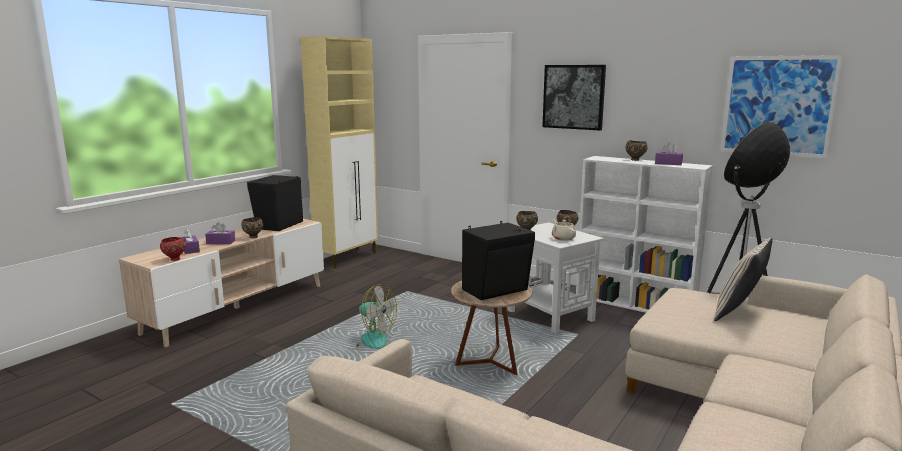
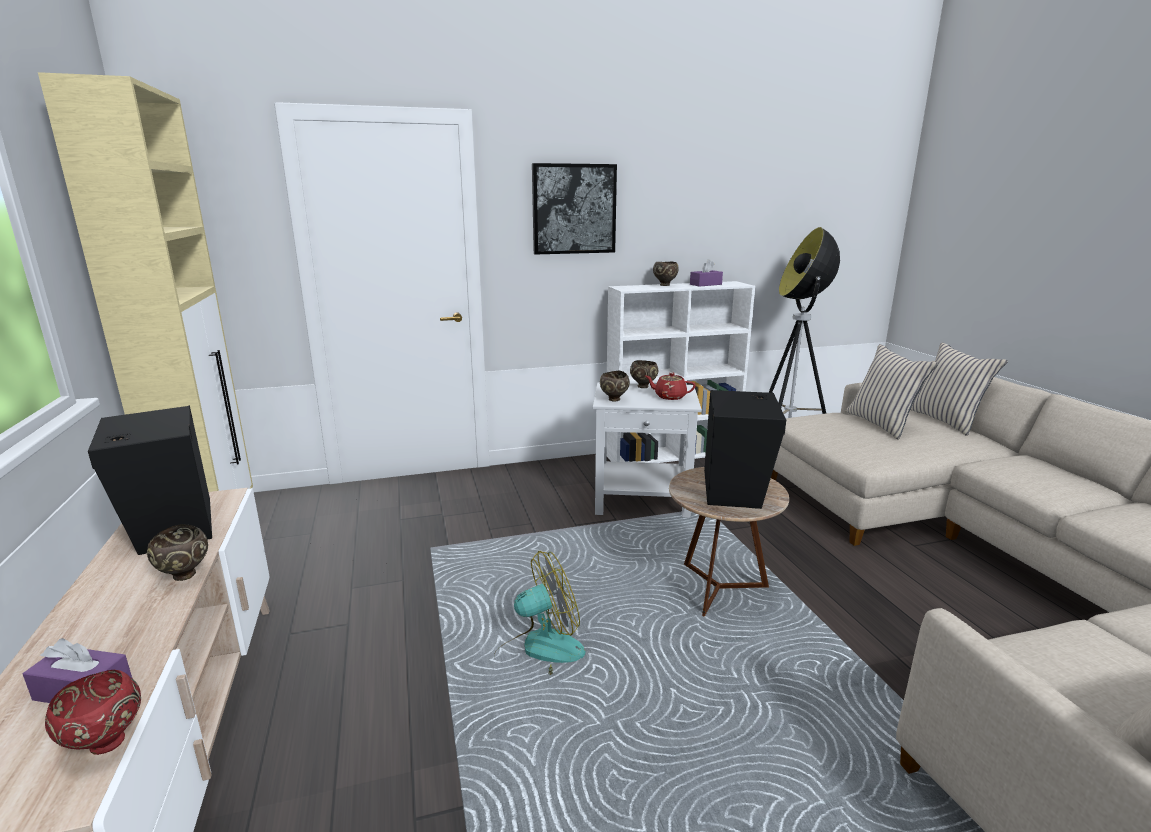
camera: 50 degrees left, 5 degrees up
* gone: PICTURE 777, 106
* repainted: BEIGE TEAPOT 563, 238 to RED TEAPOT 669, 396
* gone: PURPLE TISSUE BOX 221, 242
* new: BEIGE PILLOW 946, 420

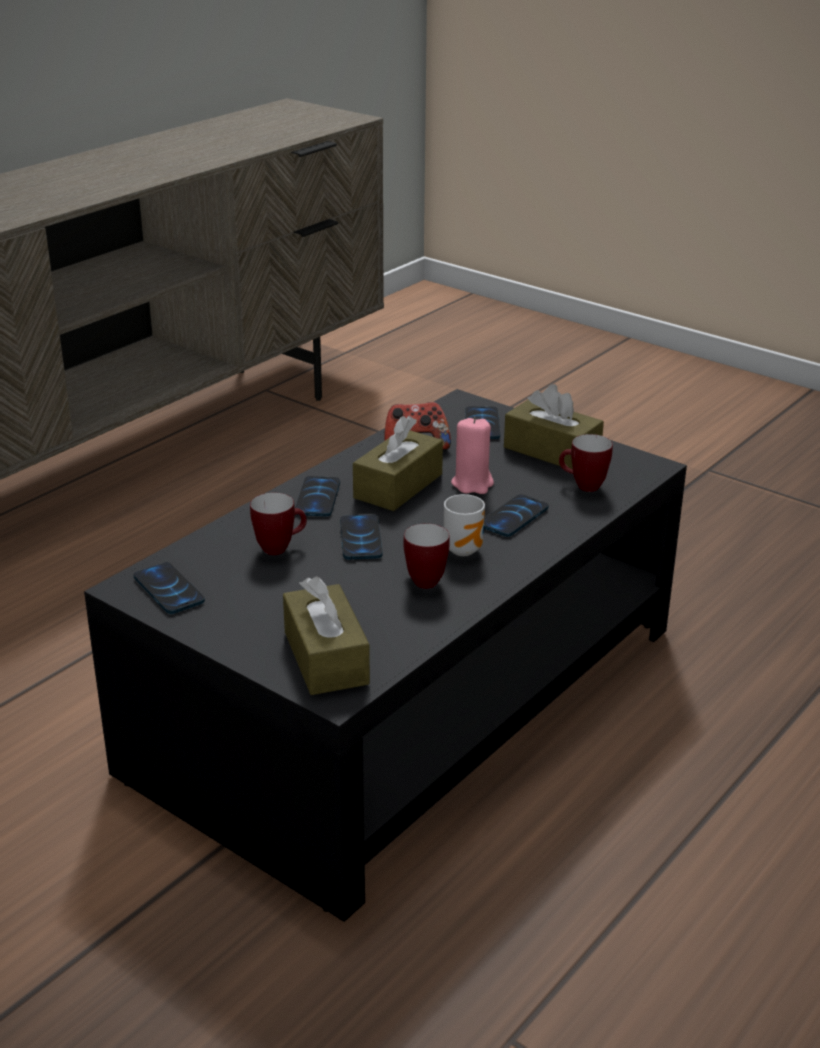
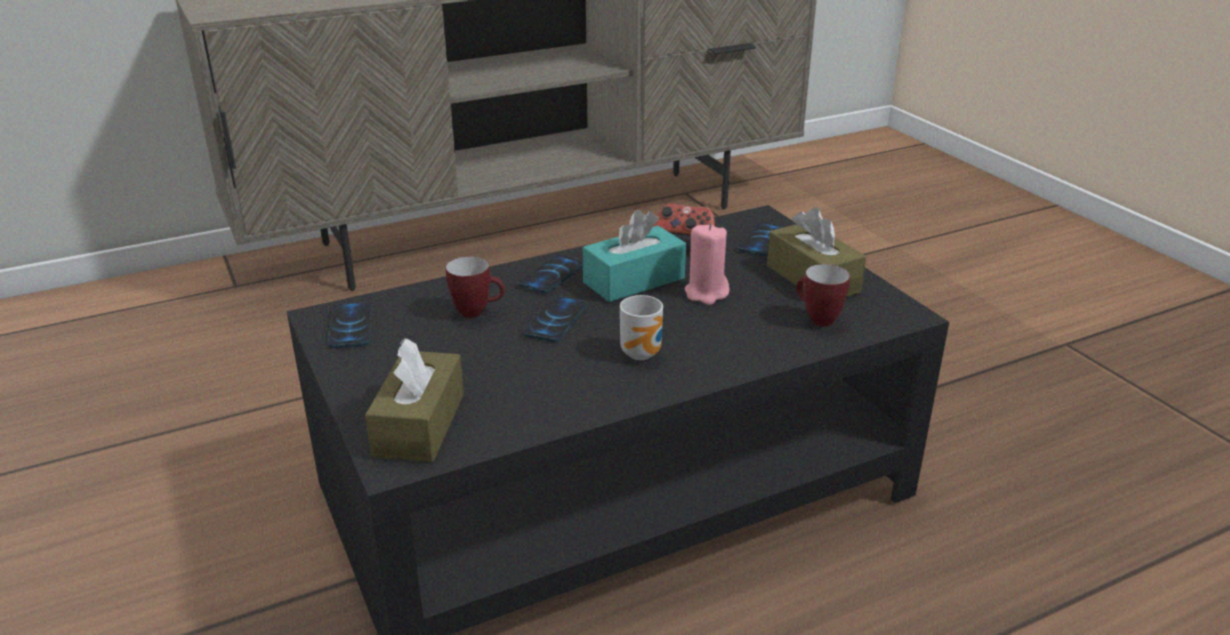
camera: 25 degrees right, 0 degrees up
* repainted: BROWN TISSUE BOX 398, 486 to TURQUOISE TISSUE BOX 634, 280
* gone: PHONE 514, 517
* gone: MUG 421, 580

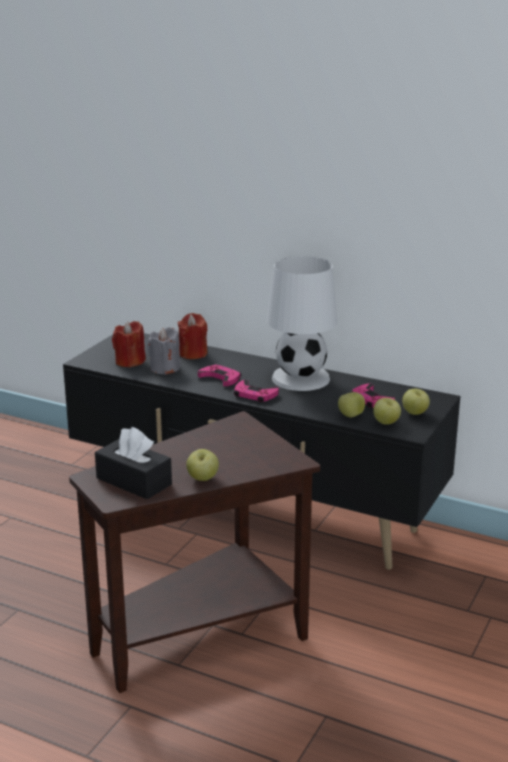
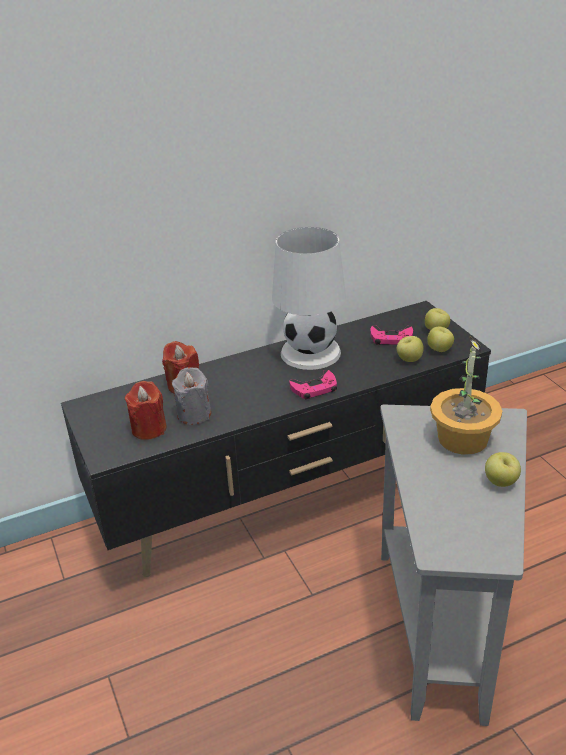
camera: 50 degrees left, 10 degrees up
* gone: PINK GAME CONTROLLER 220, 378
* repainted: BROWN SIDE TABLE 203, 635 to GREY SIDE TABLE 443, 623
* gone: BLACK TISSUE BOX 134, 481
* new: POTTED PLANT 461, 438

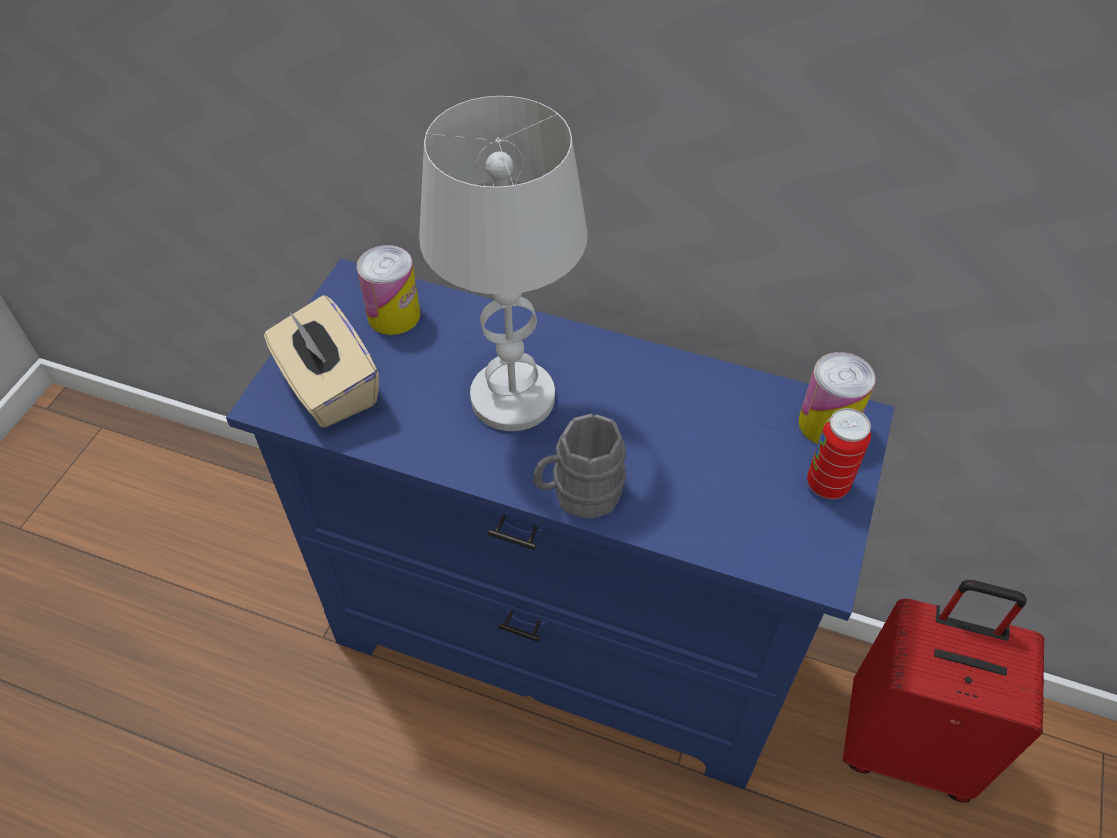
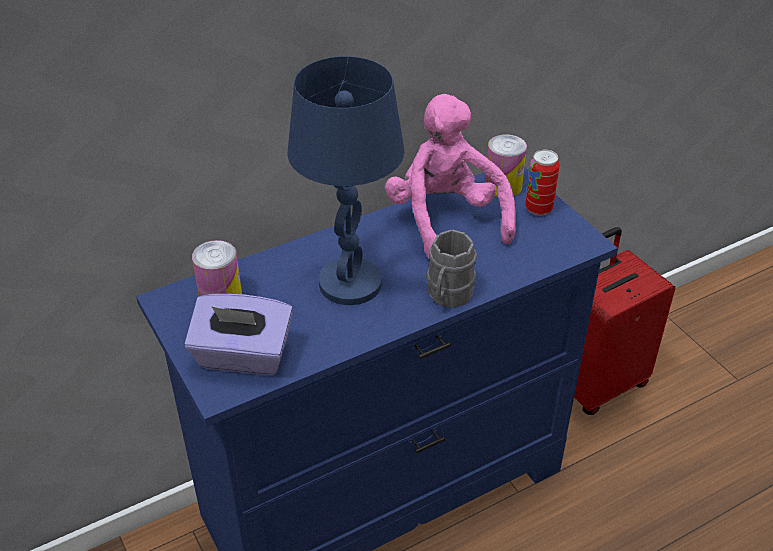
camera: 50 degrees left, 10 degrees down
* repainted: WHITE TABLE LAMP 512, 398 to BLUE TABLE LAMP 350, 284
* repainted: BEIGE TISSUE BOX 328, 387 to PURPLE TISSUE BOX 243, 356
* new: PINK PLUSH TOY 446, 219

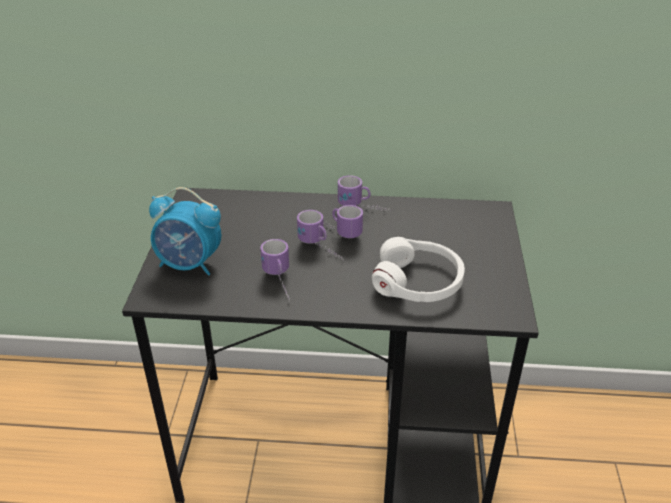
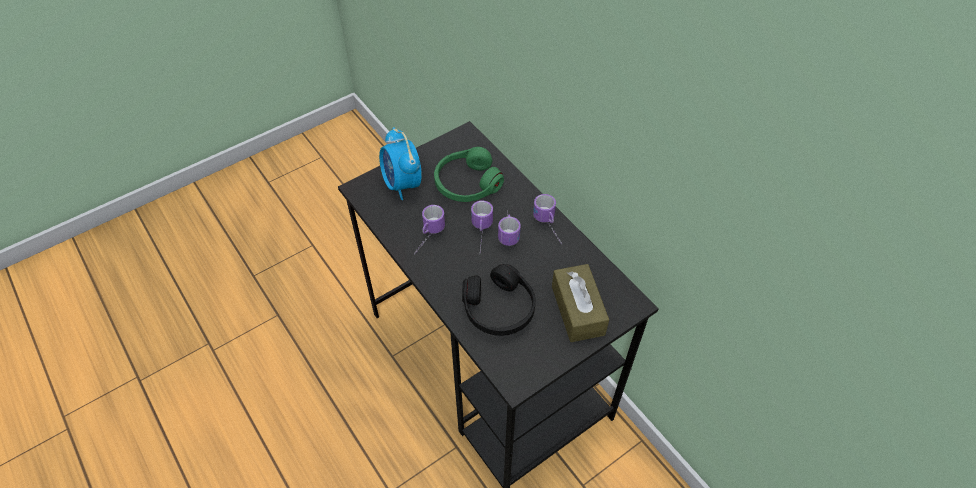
camera: 50 degrees right, 15 degrees up
* repainted: WHITE HEADPHONES 418, 282 to BLACK HEADPHONES 499, 308
* new: GREEN HEADPHONES 467, 183
* new: BROWN TISSUE BOX 577, 310

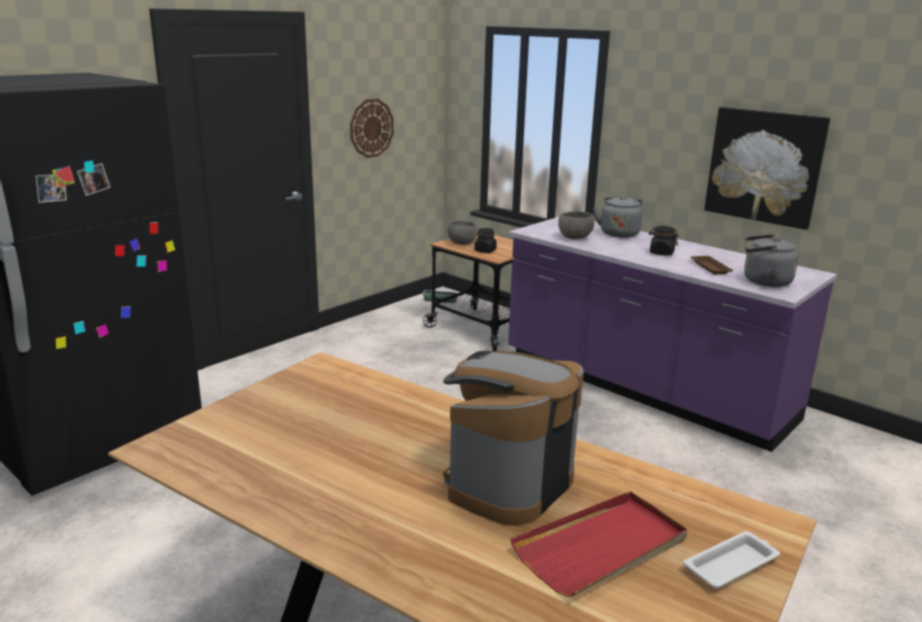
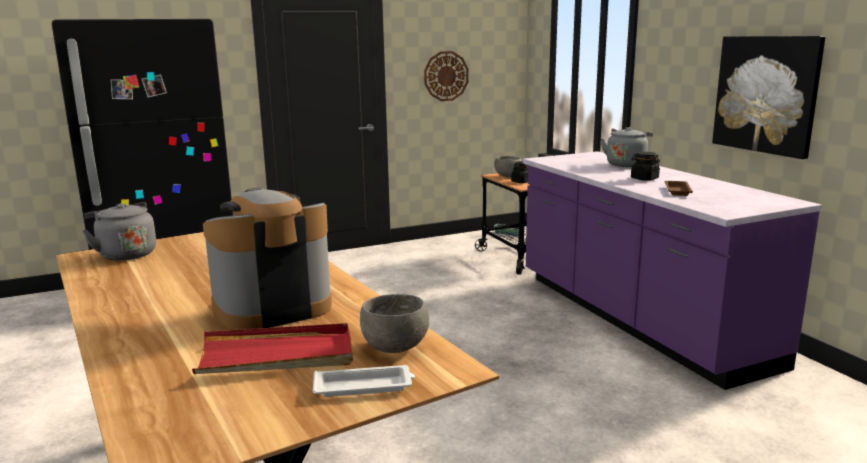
camera: 25 degrees right, 5 degrees down
* shifted: GREY BOWL 575, 238 to 396, 347
* shifted: GREY KETTLE 763, 281 to 125, 254

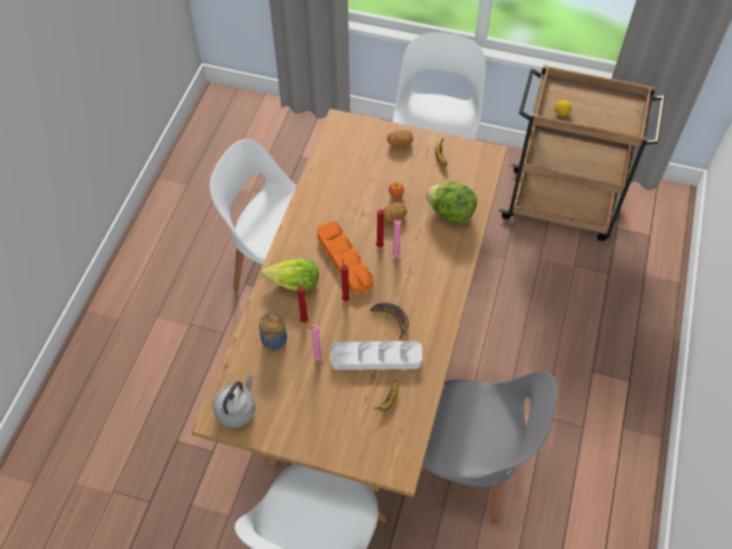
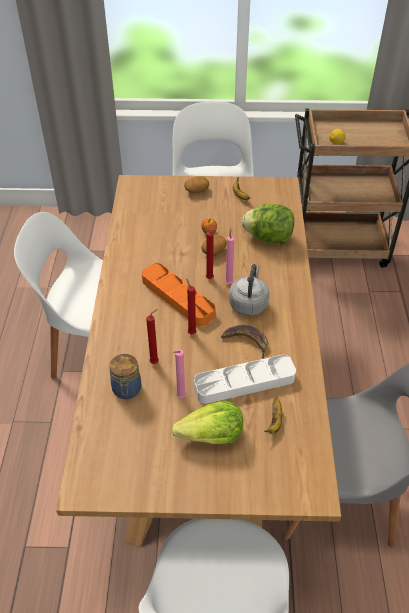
camera: 15 degrees left, 10 degrees down
* shifted: LETTUCE 294, 284 to 211, 436
* shifted: GREY KETTLE 237, 409 to 248, 303

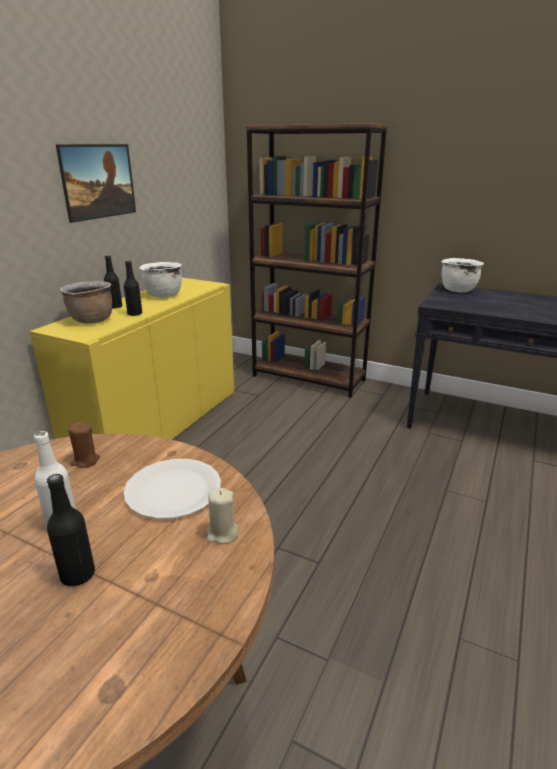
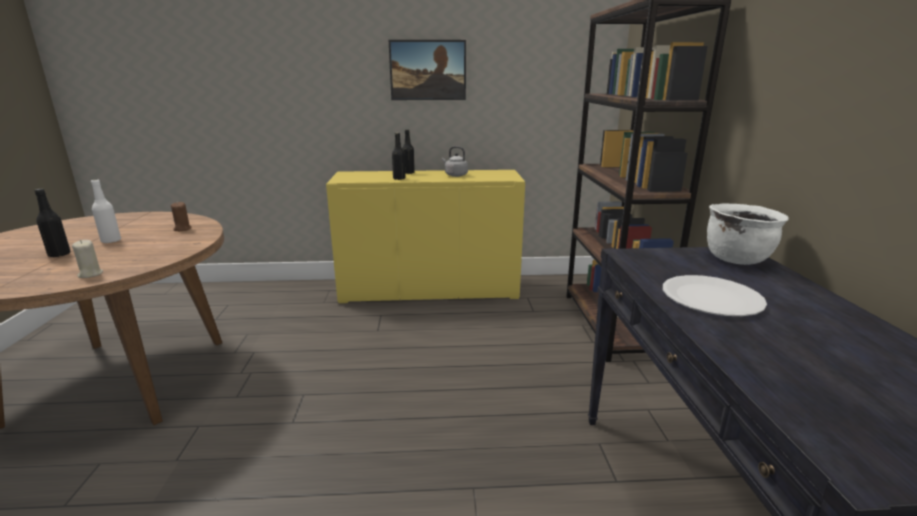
camera: 60 degrees right, 5 degrees down
* swapped: WHITE COOKING POT 163, 295 to GREY KETTLE 455, 175
* gone: BROWN COOKING POT 91, 320
* shifted: WHITE PLATE 173, 490 to 711, 298

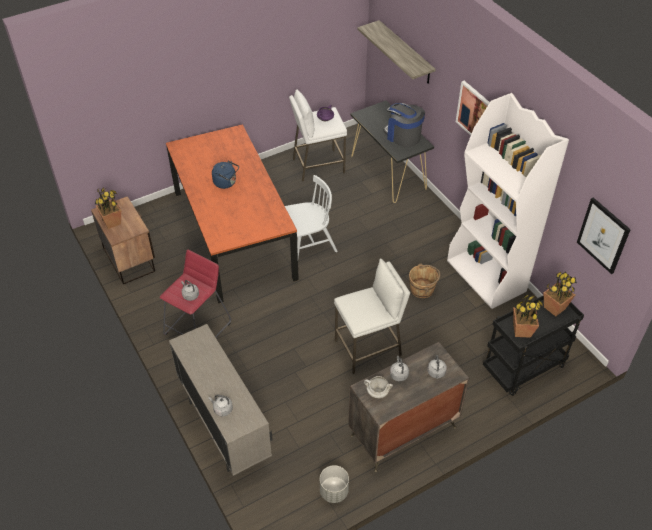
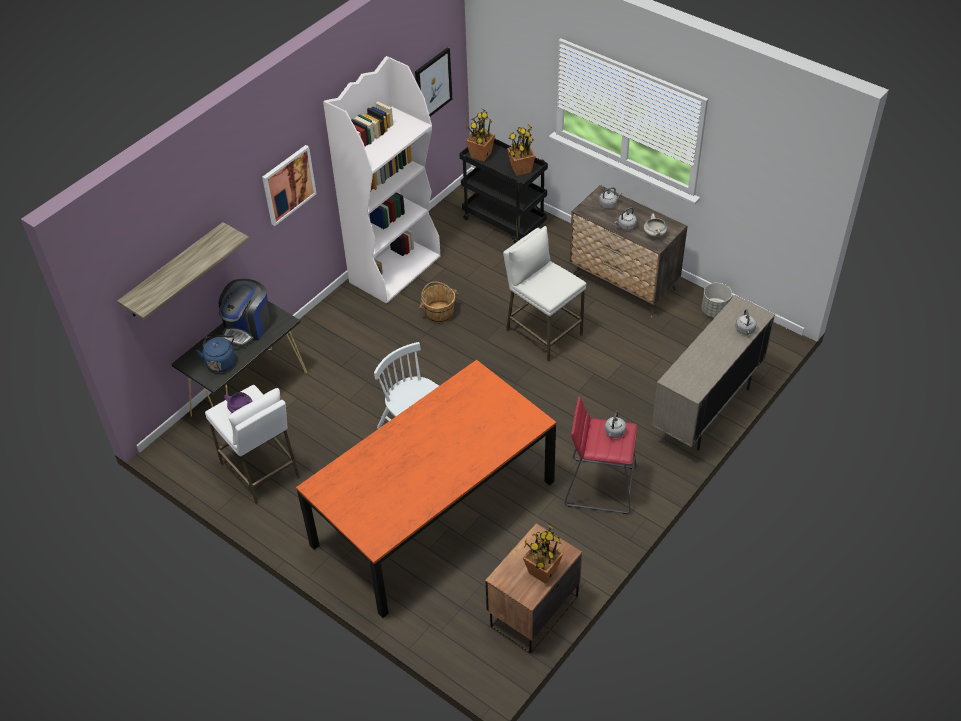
camera: 110 degrees left, 0 degrees up
* shifted: BLUE KETTLE 226, 183 to 221, 361

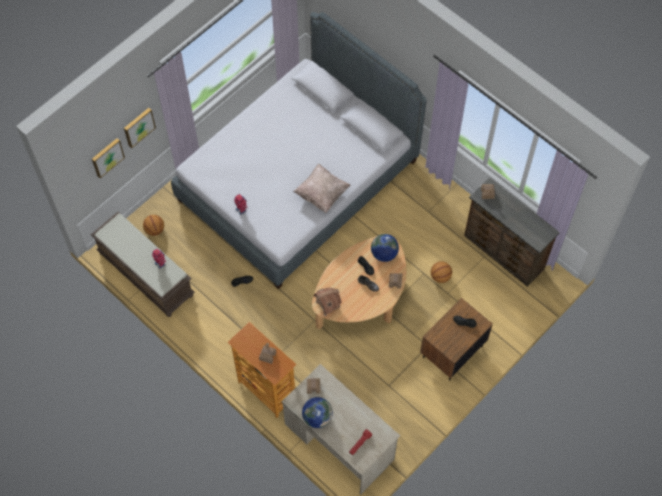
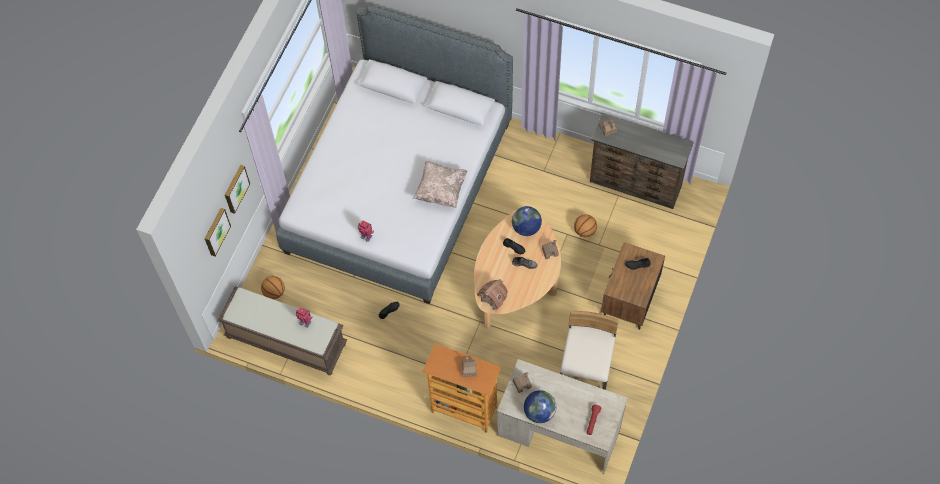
camera: 20 degrees left, 0 degrees up
* new: BEIGE CHAIR 587, 365

